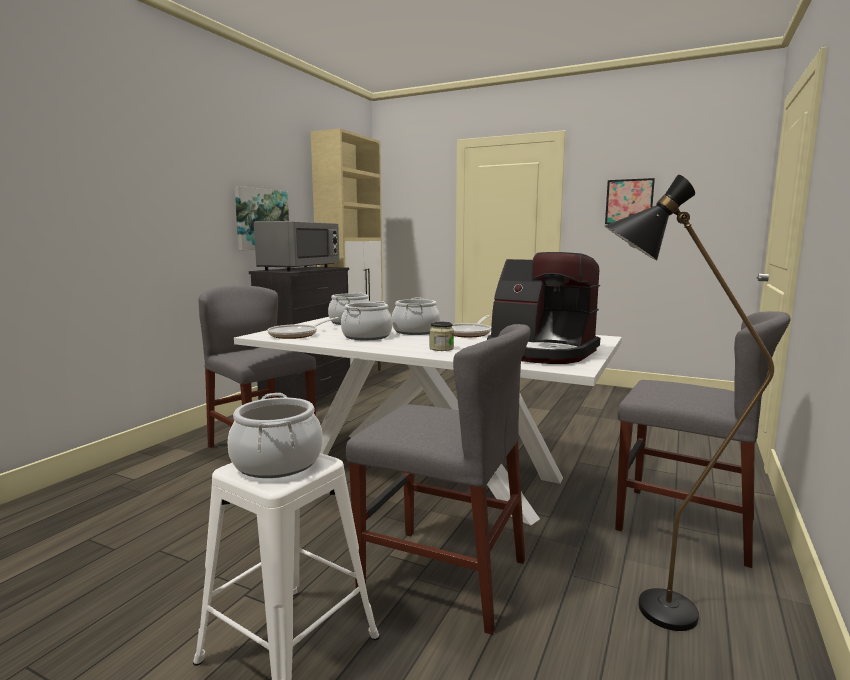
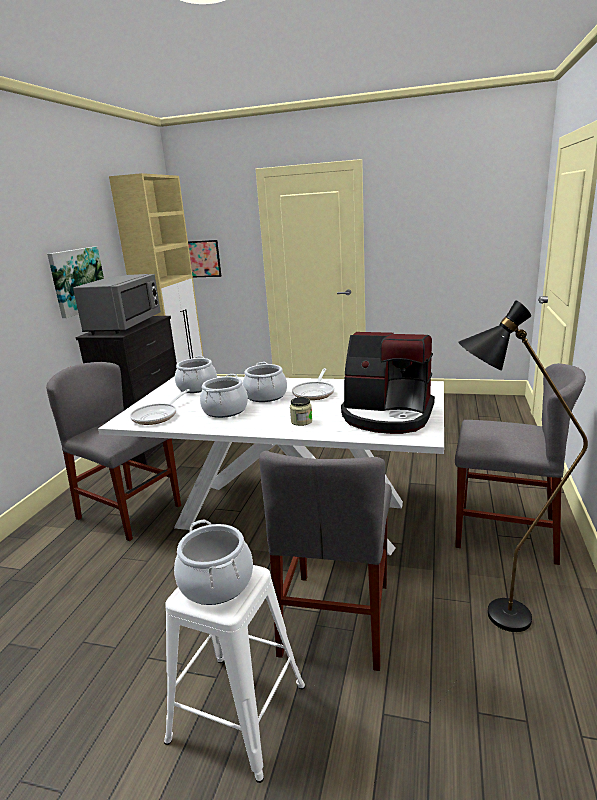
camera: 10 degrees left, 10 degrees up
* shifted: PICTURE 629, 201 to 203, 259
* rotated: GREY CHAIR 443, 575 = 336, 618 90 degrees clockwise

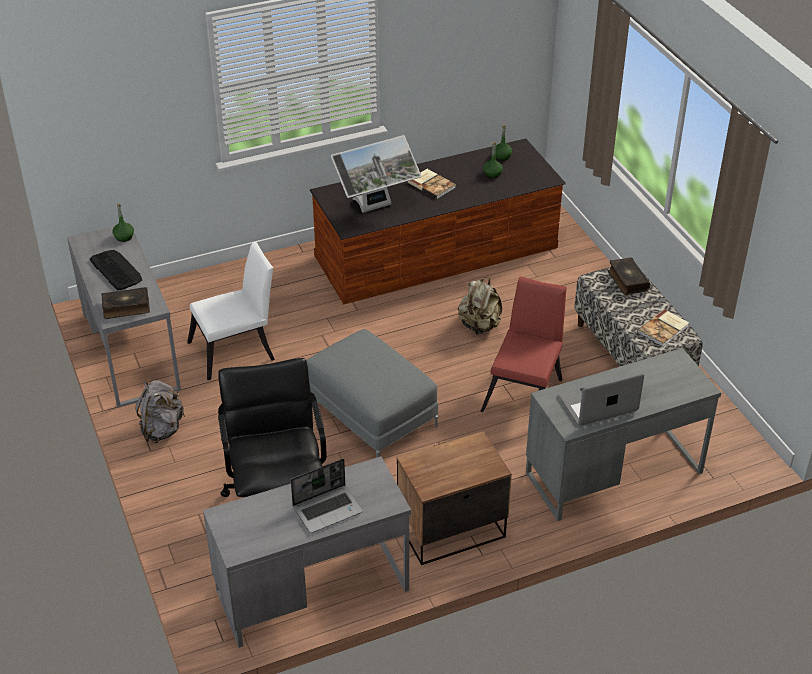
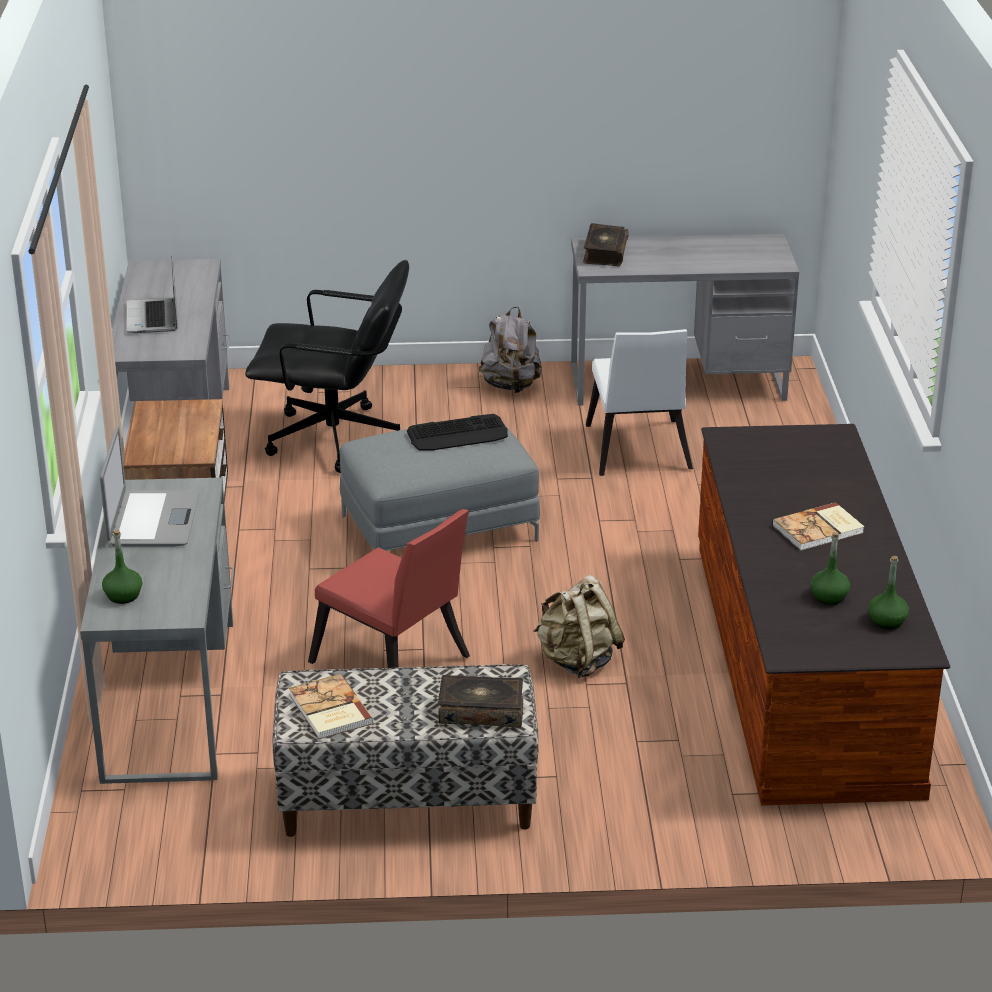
camera: 110 degrees right, 10 degrees down
* gone: MONITOR 376, 207
* shifted: GREEN BOTTLE 124, 237 to 123, 595
* shifted: KEYBOARD 116, 270 to 458, 434

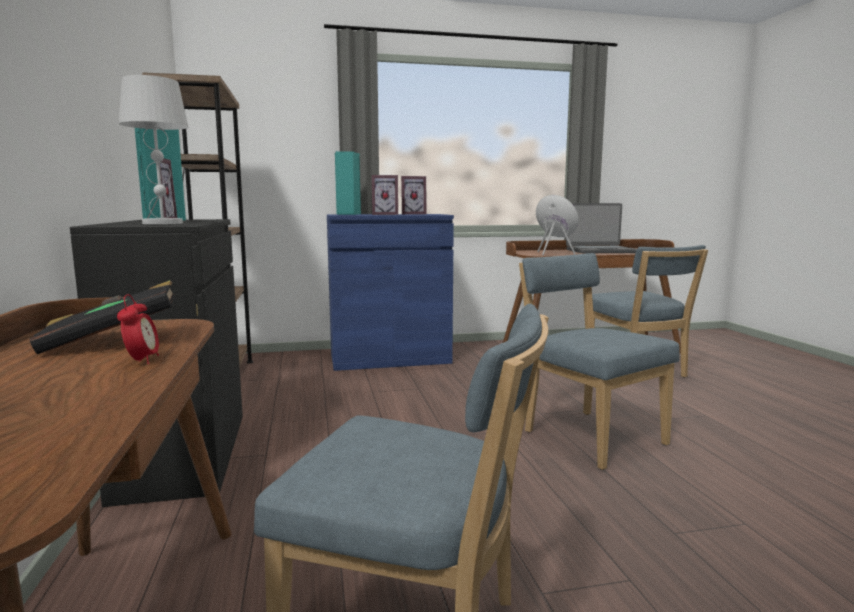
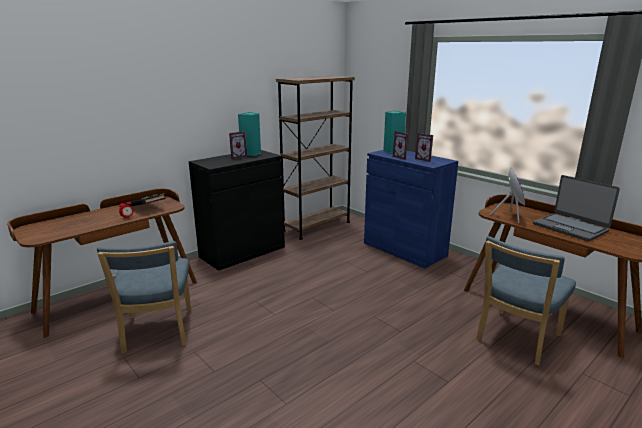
camera: 60 degrees right, 10 degrees up
* gone: WHITE TABLE LAMP 163, 223
* gone: BLUE CHAIR 588, 436

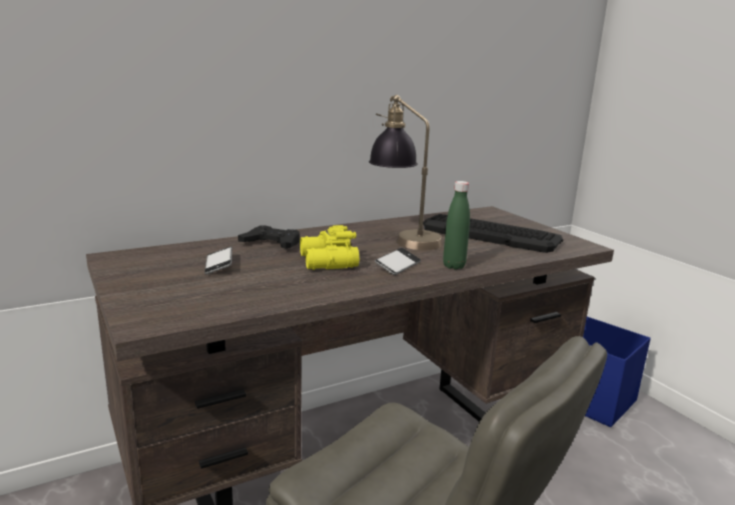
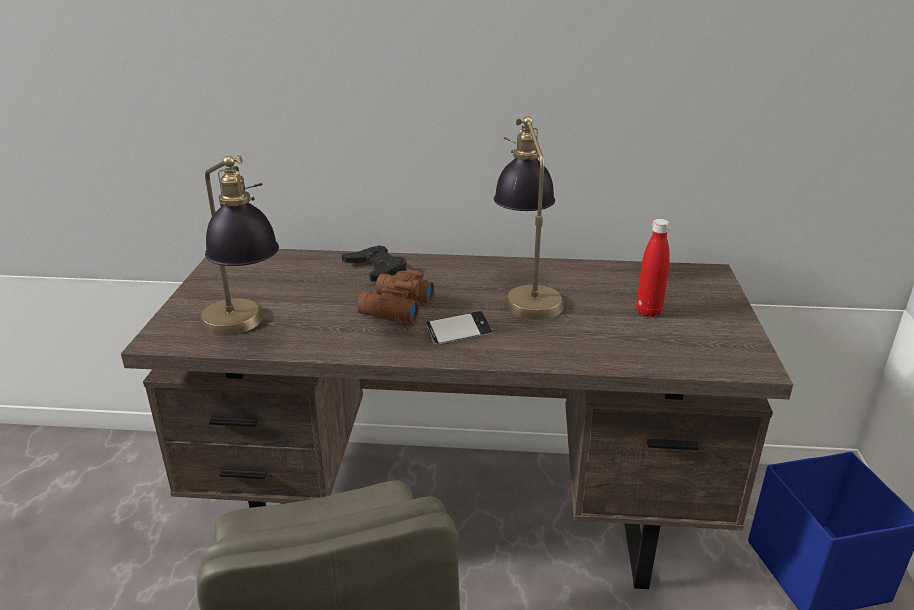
camera: 35 degrees right, 10 degrees up
* gone: GREEN BOTTLE 454, 266
* swapped: KEYBOARD 491, 233 to RED BOTTLE 648, 312
* repainted: YELLOW BINOCULARS 327, 262 to BROWN BINOCULARS 394, 308
* gone: PHONE 219, 265
* new: TABLE LAMP 243, 330

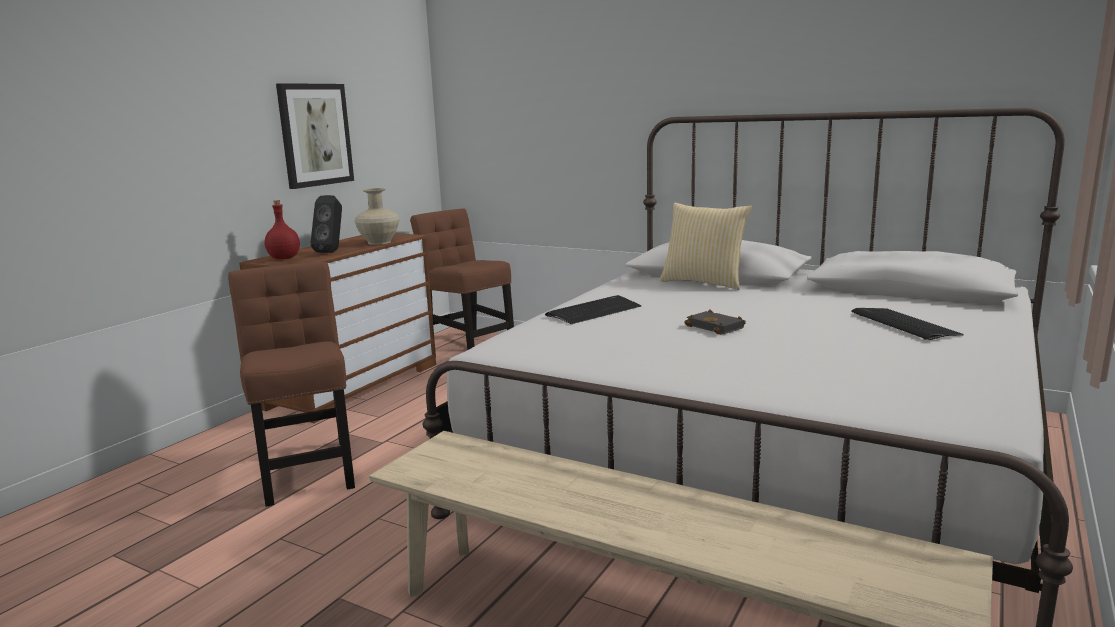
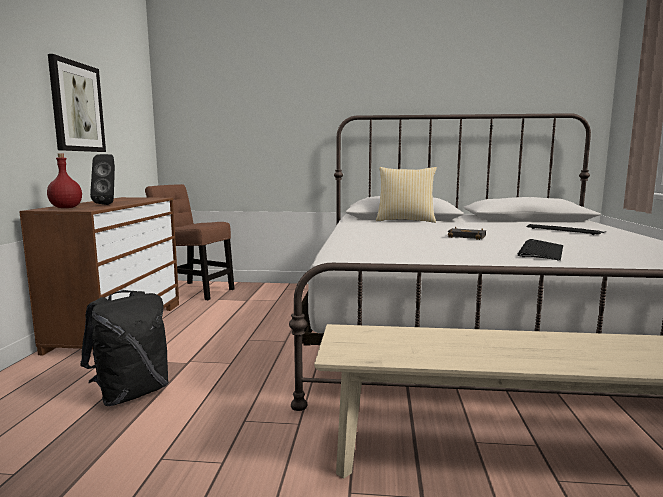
camera: 25 degrees left, 5 degrees down
* gone: BEIGE VASE 380, 242
* swapped: BROWN CHAIR 307, 468 to BLACK BACKPACK 131, 393
* shifted: KEYBOARD 594, 311 to 540, 251

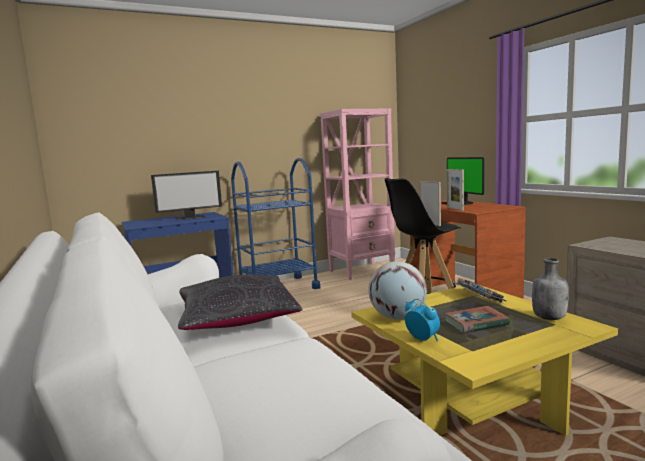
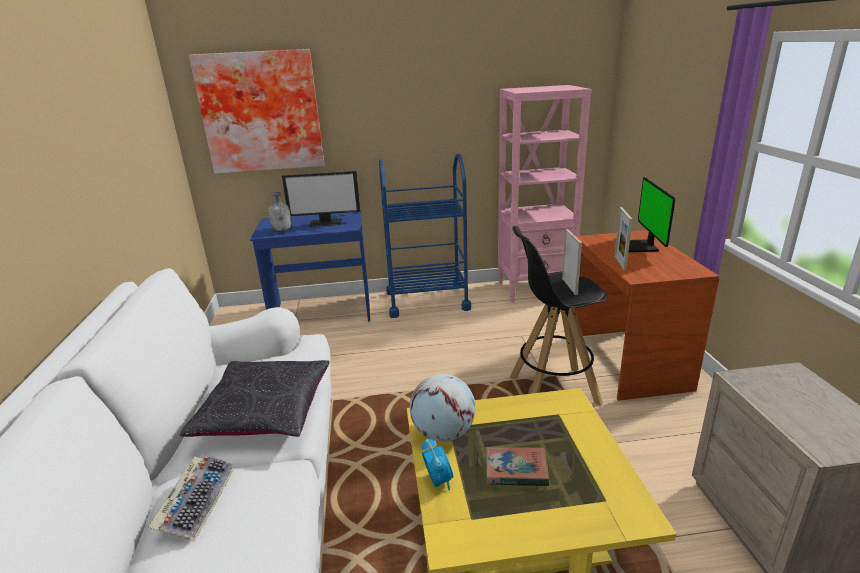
camera: 20 degrees right, 15 degrees up
* shifted: GREY BOTTLE 549, 318 to 282, 230
* shifted: KEYBOARD 476, 297 to 197, 501
* new: PICTURE 261, 112

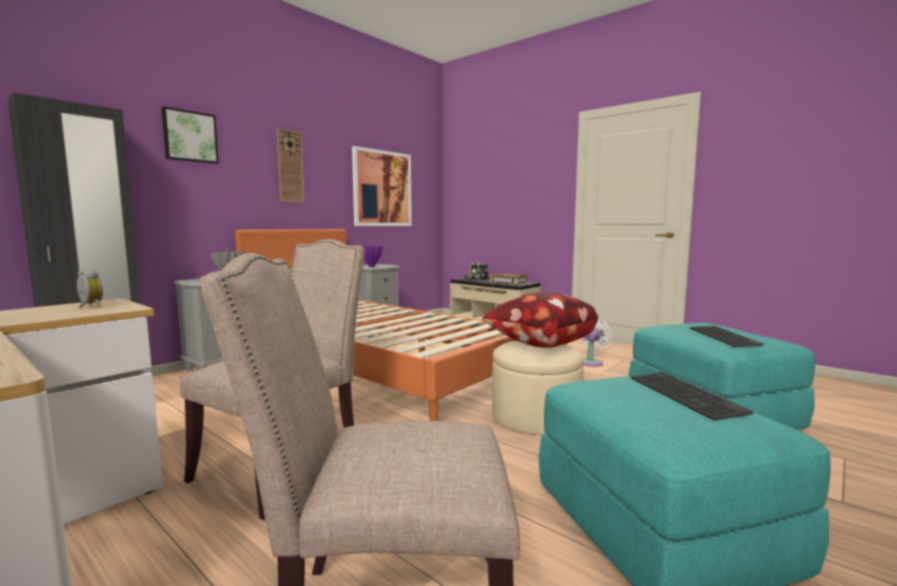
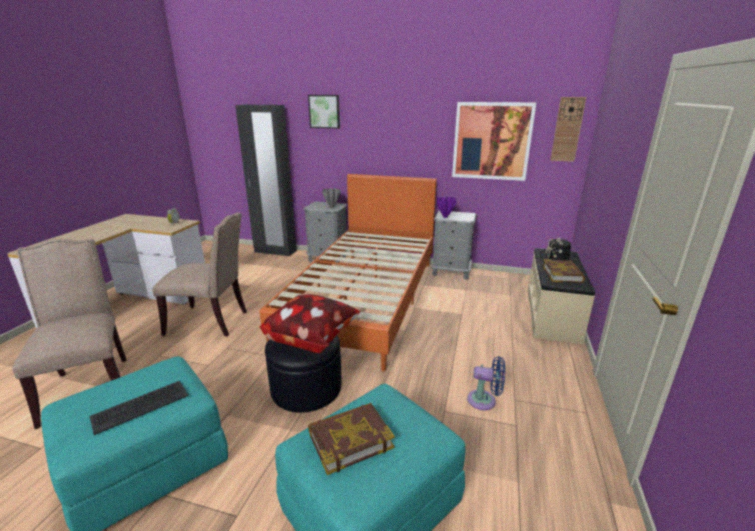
camera: 65 degrees right, 15 degrees up
* shifted: WALL CLOCK 290, 166 to 567, 129
* repainted: WHITE FAN 591, 362 to BLUE FAN 484, 401
* swapped: KEYBOARD 723, 337 to BOOK 350, 440
* repainted: BEIGE OTTOMAN 535, 416 to BLACK OTTOMAN 306, 388

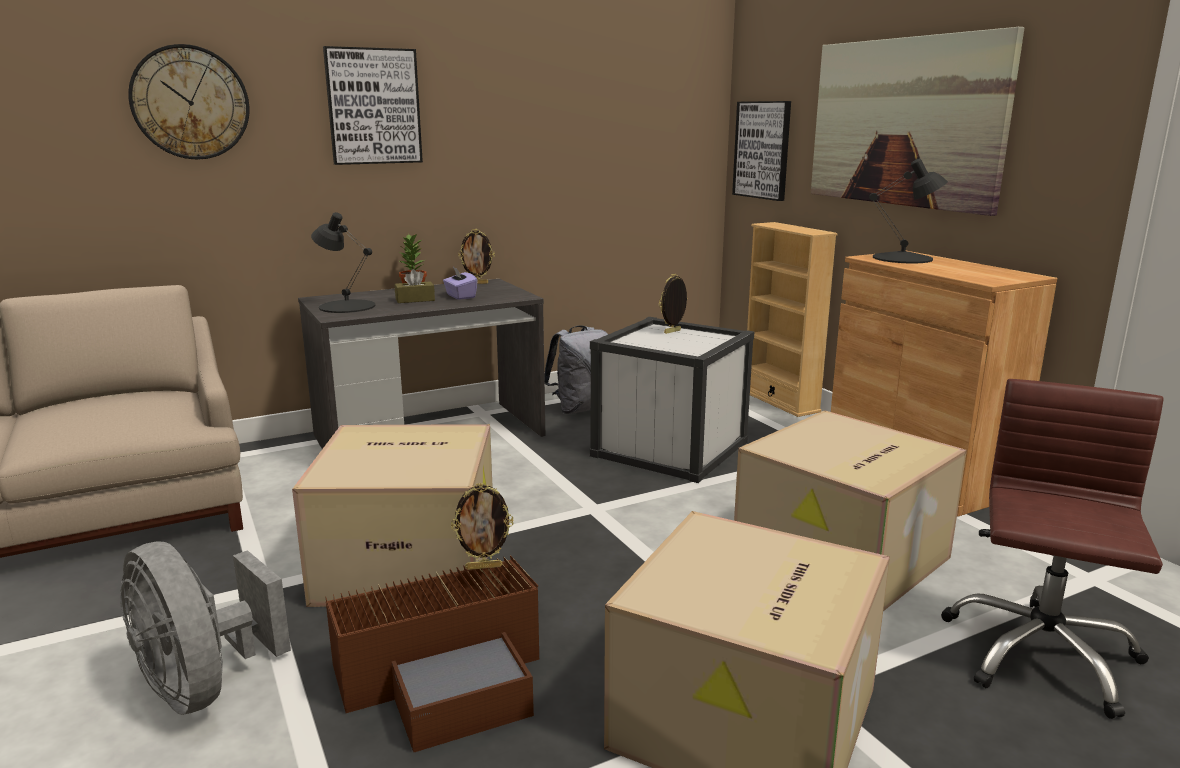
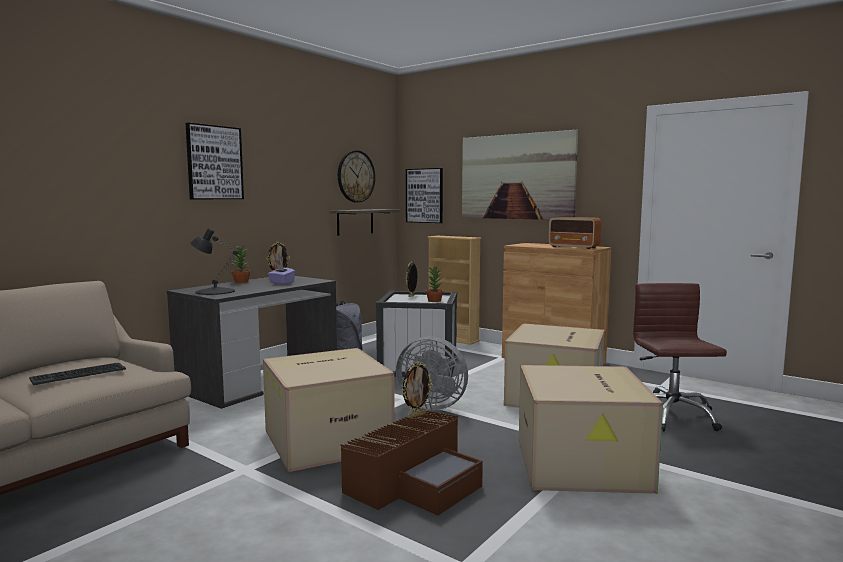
camera: 25 degrees left, 10 degrees down
* shifted: WALL CLOCK 190, 102 to 356, 176
* gone: BLACK TABLE LAMP 903, 258
* gone: BROWN TISSUE BOX 415, 300
* shifted: GREY FAN 204, 686 to 432, 405
* new: SHELF 355, 222
* new: RADIO 574, 247
* new: POTTED PLANT 434, 301
* new: KEYBOARD 78, 374

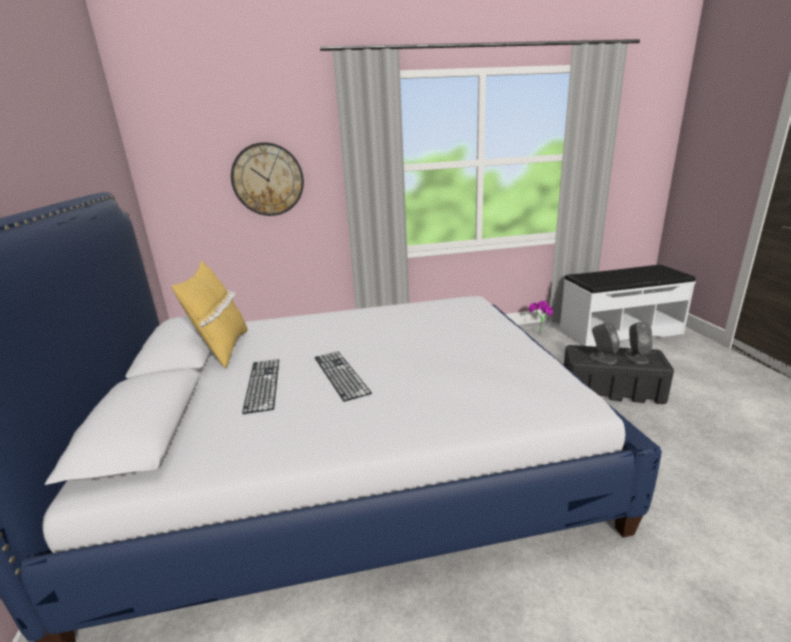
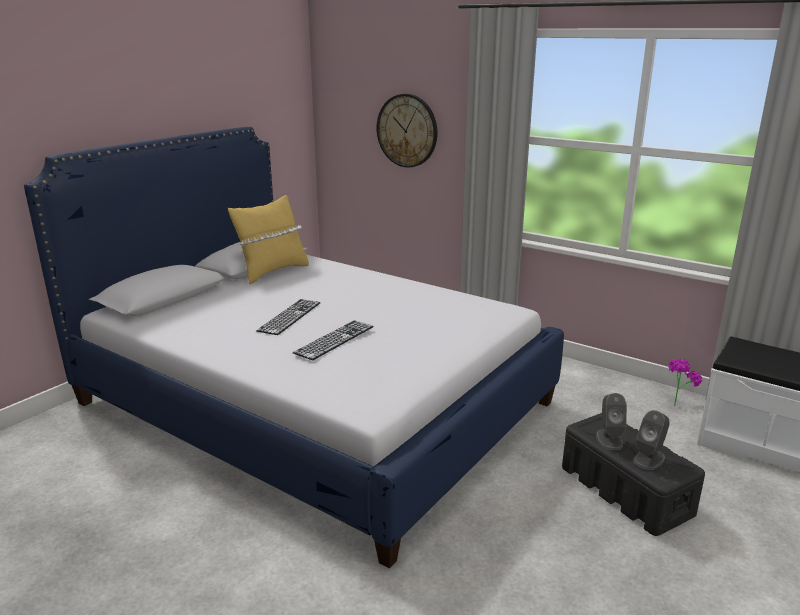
camera: 45 degrees right, 0 degrees up
* shifted: KEYBOARD 262, 384 to 334, 339

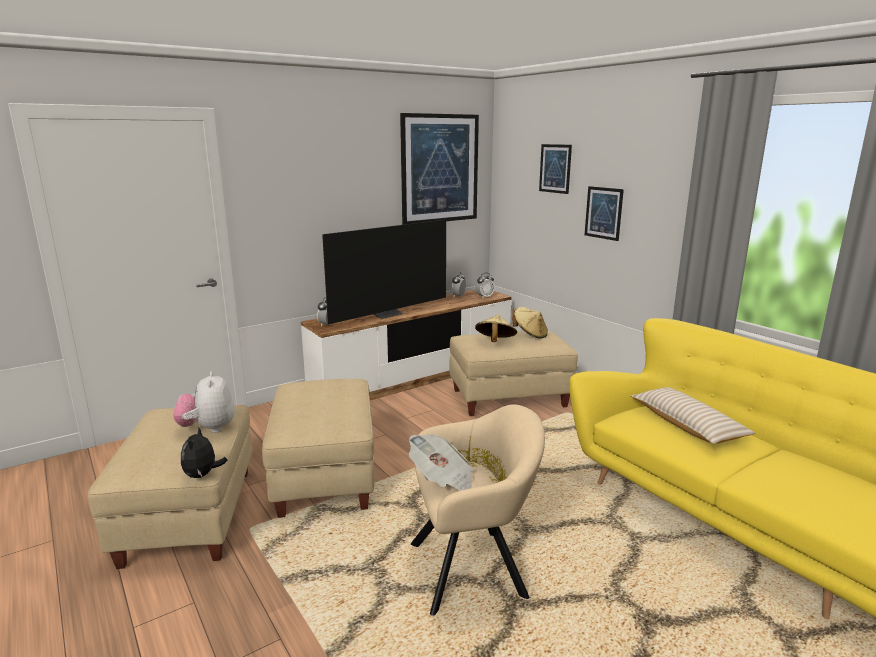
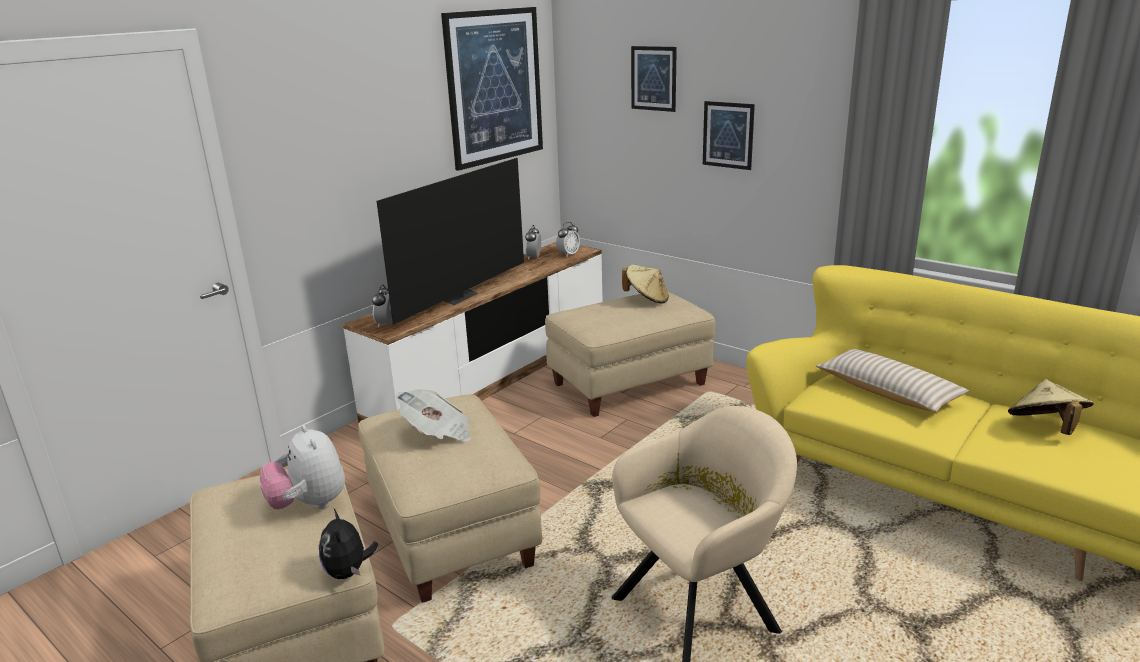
camera: 15 degrees left, 5 degrees up
* shifted: BEIGE HAT 495, 342 to 1045, 428
* shifted: NEWSPAPER 442, 479 to 438, 433

